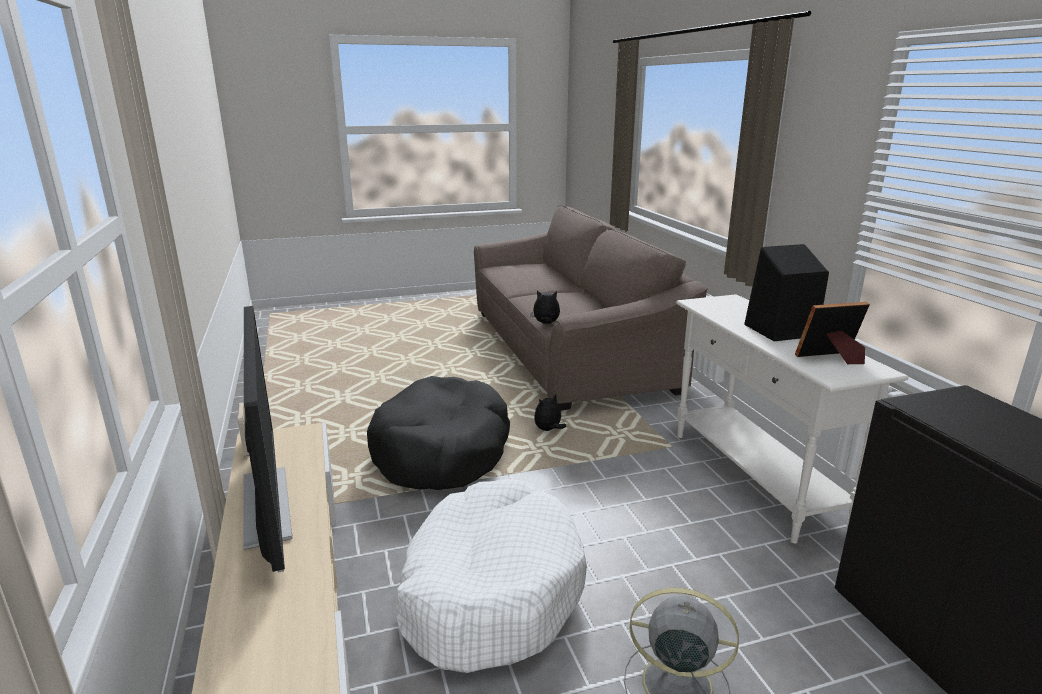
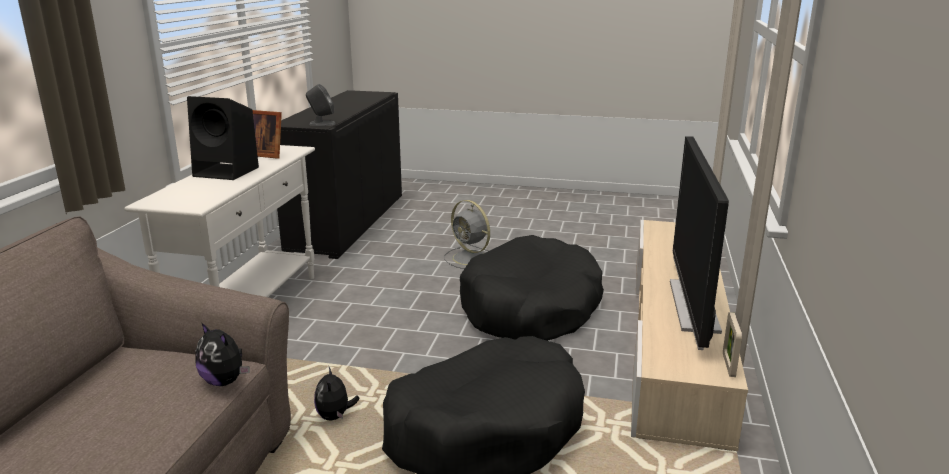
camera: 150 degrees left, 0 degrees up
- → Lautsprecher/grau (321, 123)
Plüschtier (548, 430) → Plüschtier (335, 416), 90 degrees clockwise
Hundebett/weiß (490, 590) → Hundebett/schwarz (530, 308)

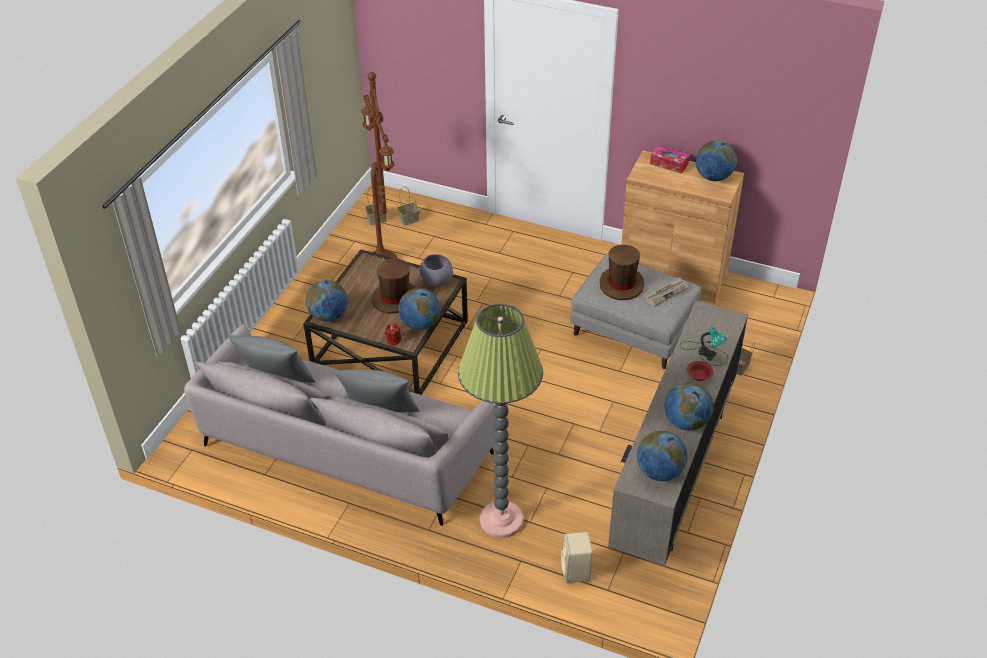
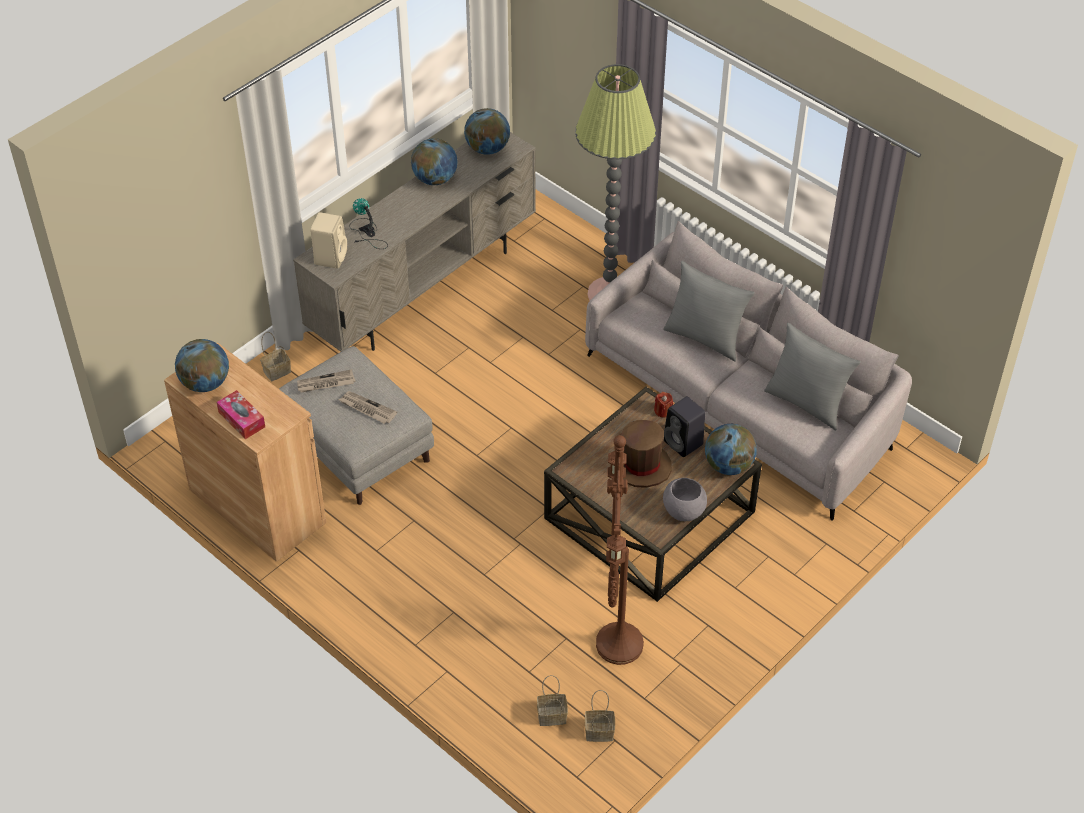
camera: 160 degrees left, 5 degrees up
Lautsprecher/beige (576, 571) → Lautsprecher/beige (330, 256), move
Hut/braun (621, 284) → Zeitung (367, 409)
Schüssel/grau (436, 281) → Schüssel/grau (683, 511), move
- → Lautsprecher/schwarz (684, 443)
Globus (420, 324) → -
Schüssel/rot (698, 375) → -

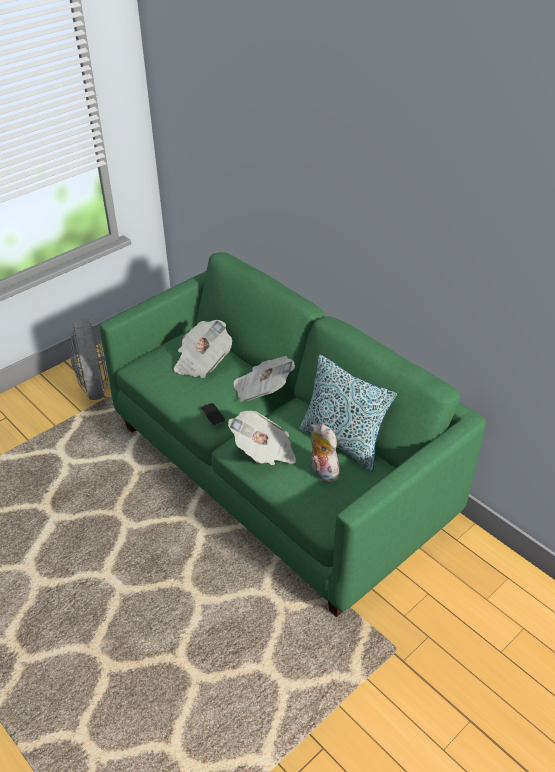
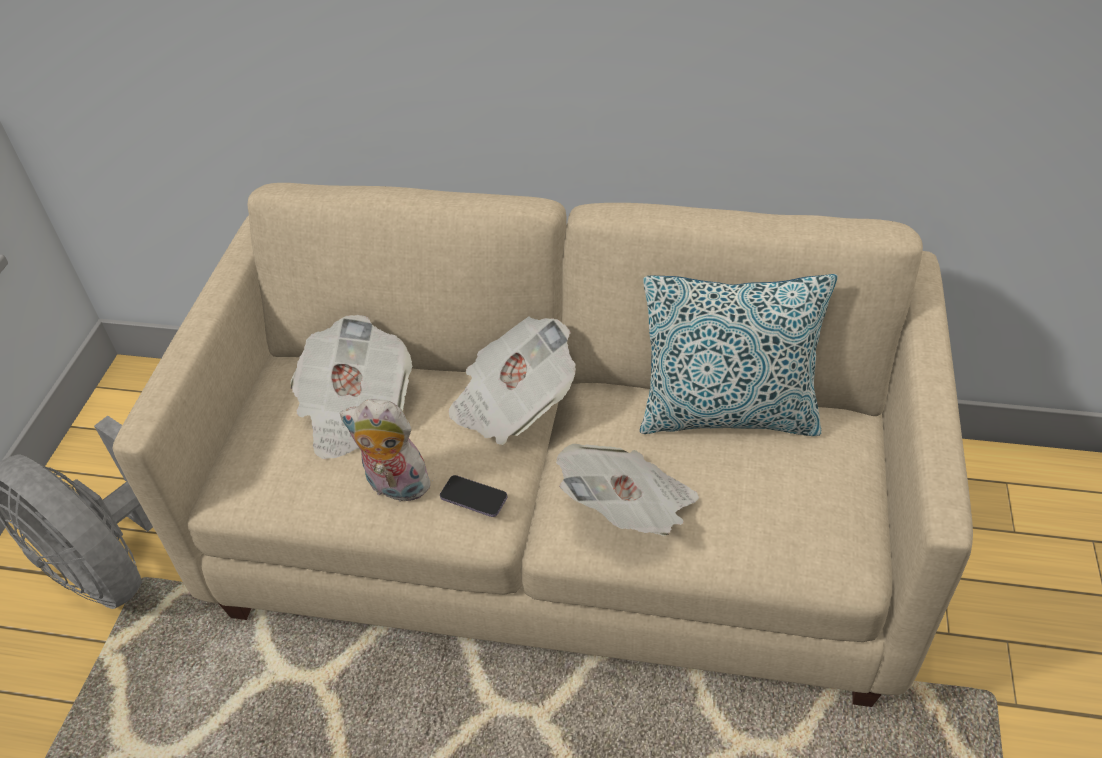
camera: 35 degrees left, 5 degrees up
Sofa/grün (279, 472) → Sofa/beige (563, 528)
Plüschtier (322, 472) → Plüschtier (394, 487), move

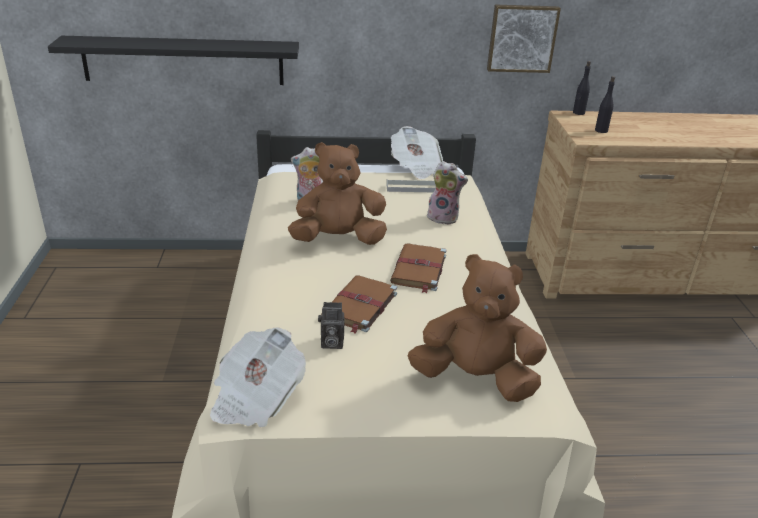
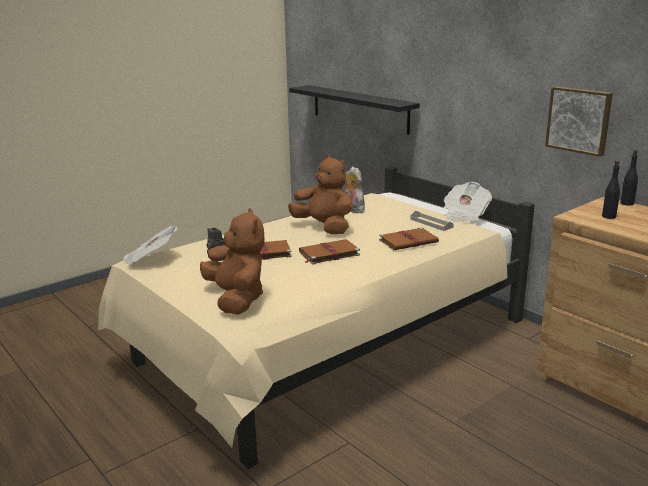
camera: 55 degrees right, 10 degrees down
Plüschtier (444, 218) → Buch/braun (409, 241)

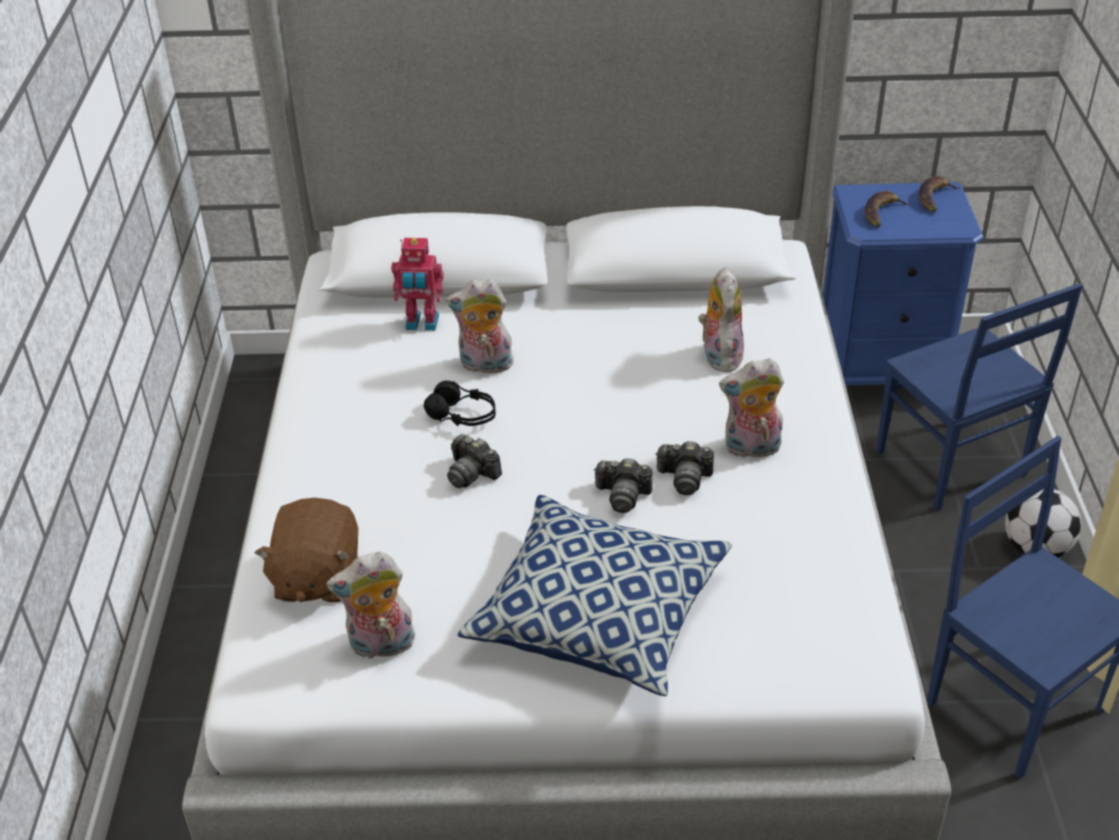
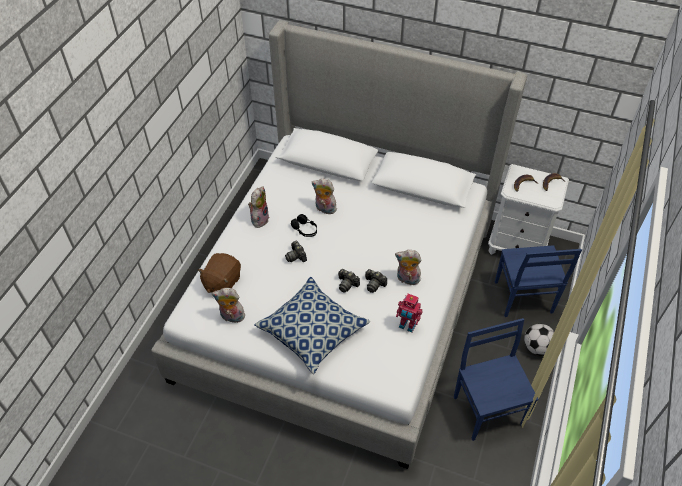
camera: 20 degrees right, 10 degrees up
Plüschtier (719, 355) → Plüschtier (259, 219), move
Spielzeugroboter (422, 323) → Spielzeugroboter (407, 326), move
Nachttisch/blau (881, 374) → Nachttisch/weiß (517, 246)

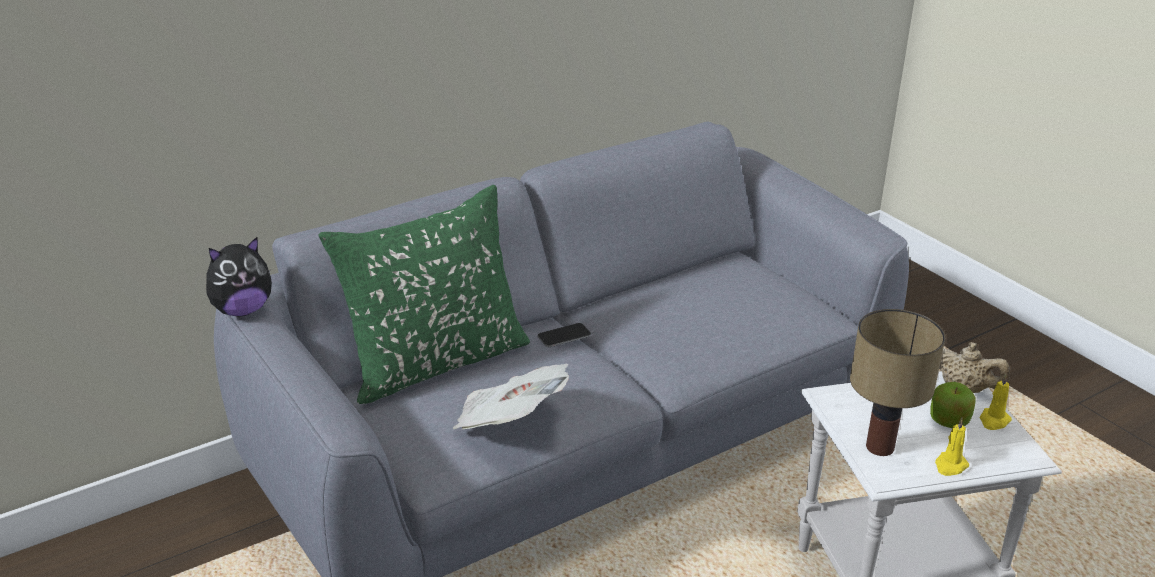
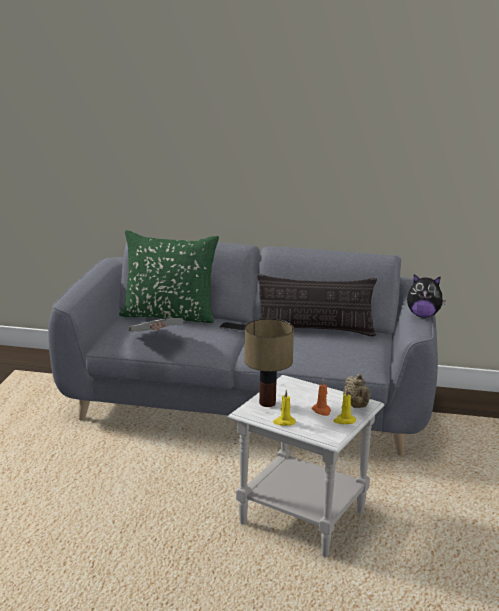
camera: 45 degrees right, 10 degrees down
- → Kissen (314, 331)
Apfel (949, 420) → Kerze/orange (322, 411)
Plüschtier (242, 310) → Plüschtier (423, 315), move

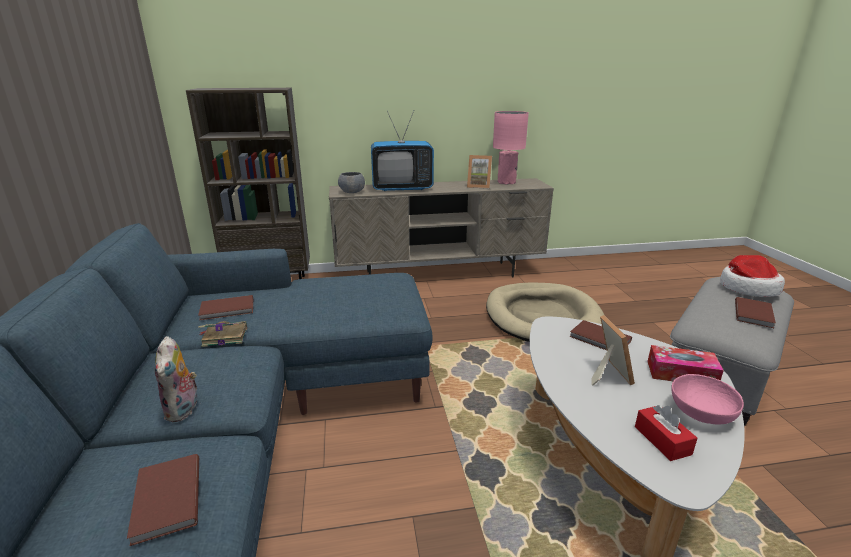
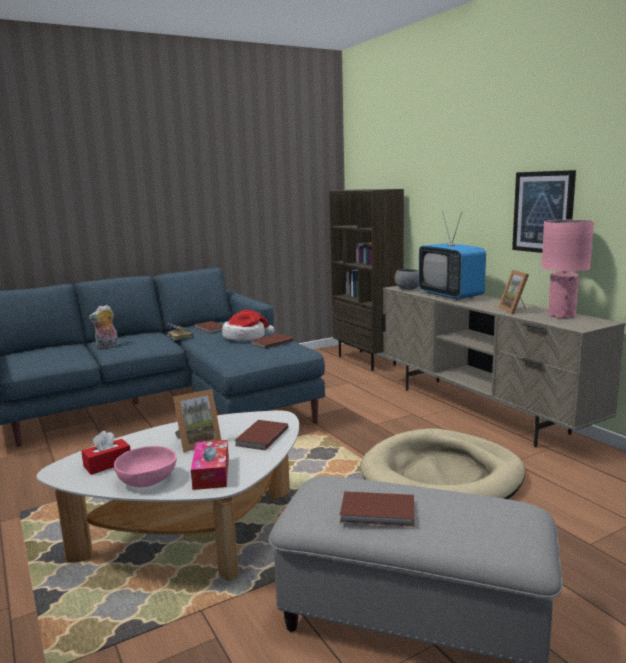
camera: 70 degrees right, 10 degrees down
Hut (747, 288) → Hut (245, 337), move
Buch/braun (165, 500) → Buch/braun (271, 342), move
- → Bild (543, 212)

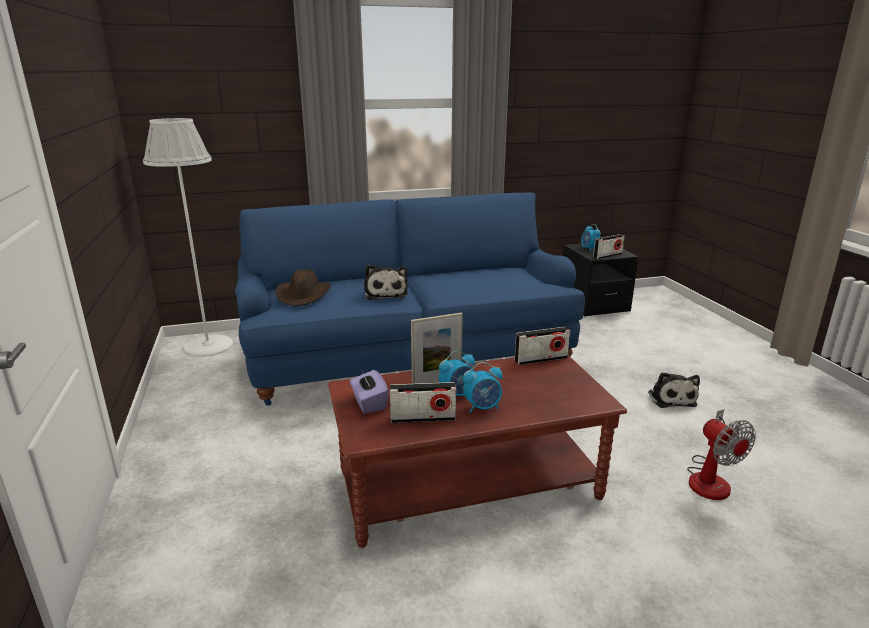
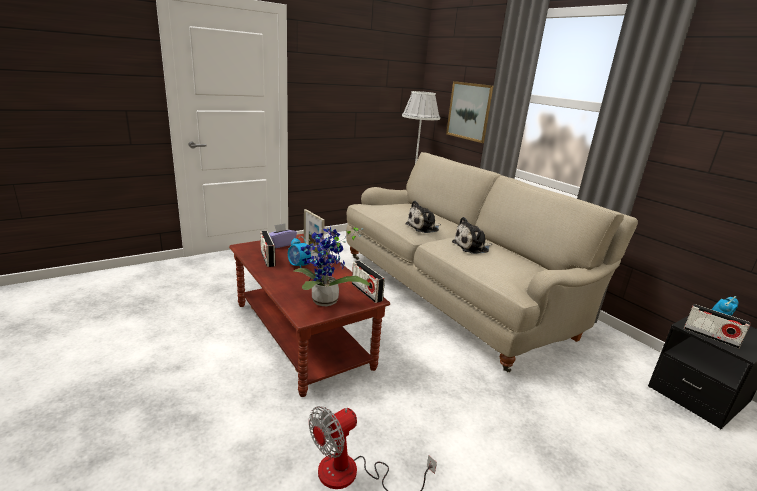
camera: 70 degrees right, 0 degrees up
- → Topfpflanze (324, 303)
Sofa/blau (407, 354) → Sofa/beige (456, 292)
- → Bild (470, 111)
Plüschtier (671, 398) → Plüschtier (472, 247), move
Hut/braun (304, 295) → -
Wecker (482, 408) → -

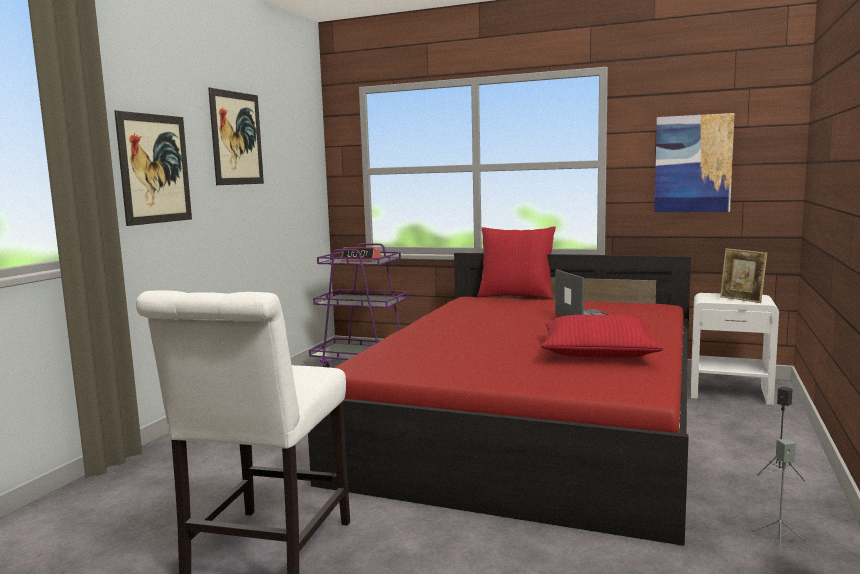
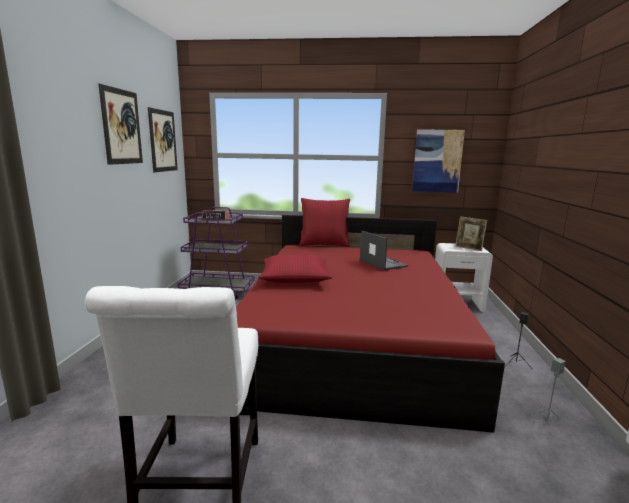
camera: 15 degrees left, 5 degrees up
Bild (155, 169) → Bild (163, 141), move
Kissen/rot (598, 352) → Kissen/rot (295, 278), move

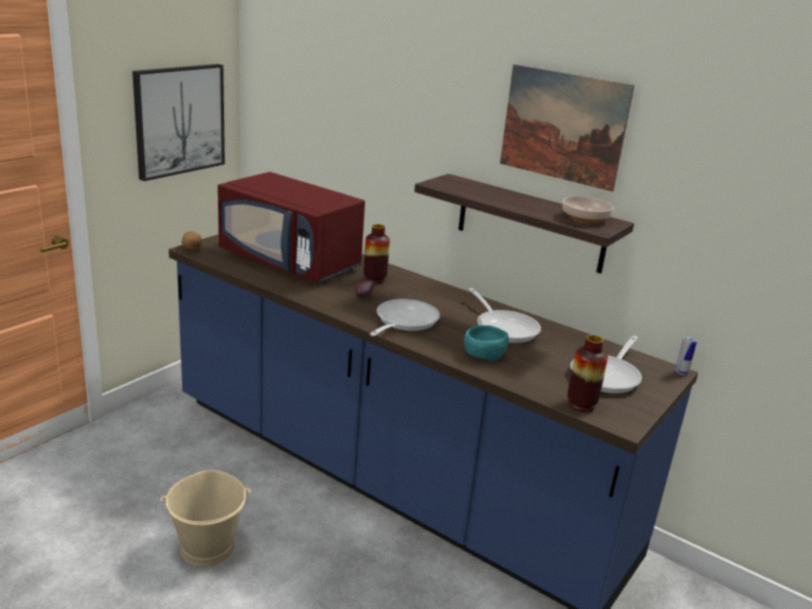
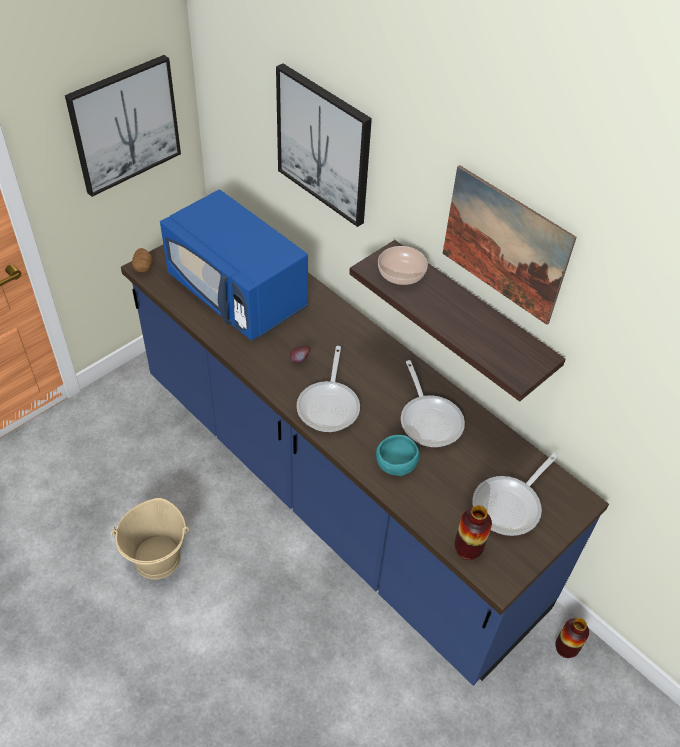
camera: 10 degrees right, 25 degrees up
Mikrowelle/rot (291, 262) → Mikrowelle/blau (238, 294)
- → Bild (324, 145)
Pfanne (403, 322) → Pfanne (329, 405), 150 degrees clockwise
Schüssel (585, 218) → Schüssel (401, 273), move
Vase (374, 279) → Vase (565, 648), move
Dose (681, 372) → -

